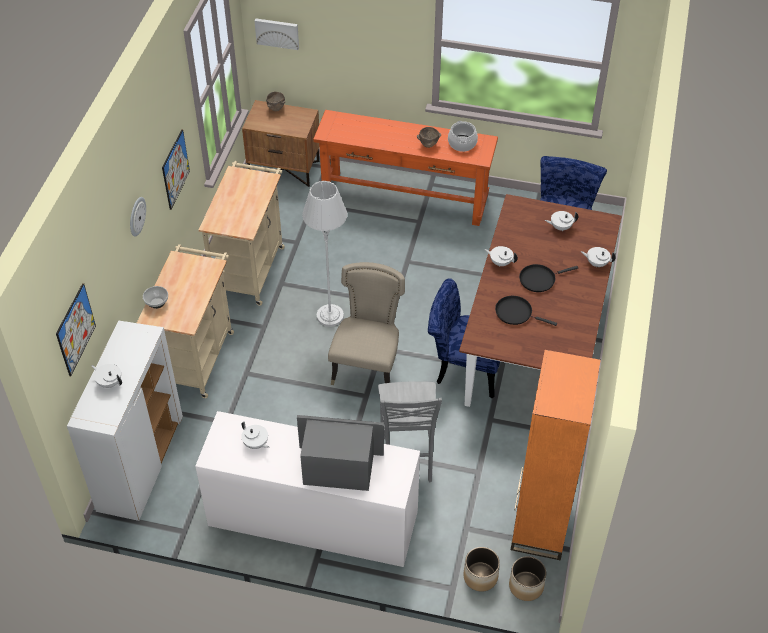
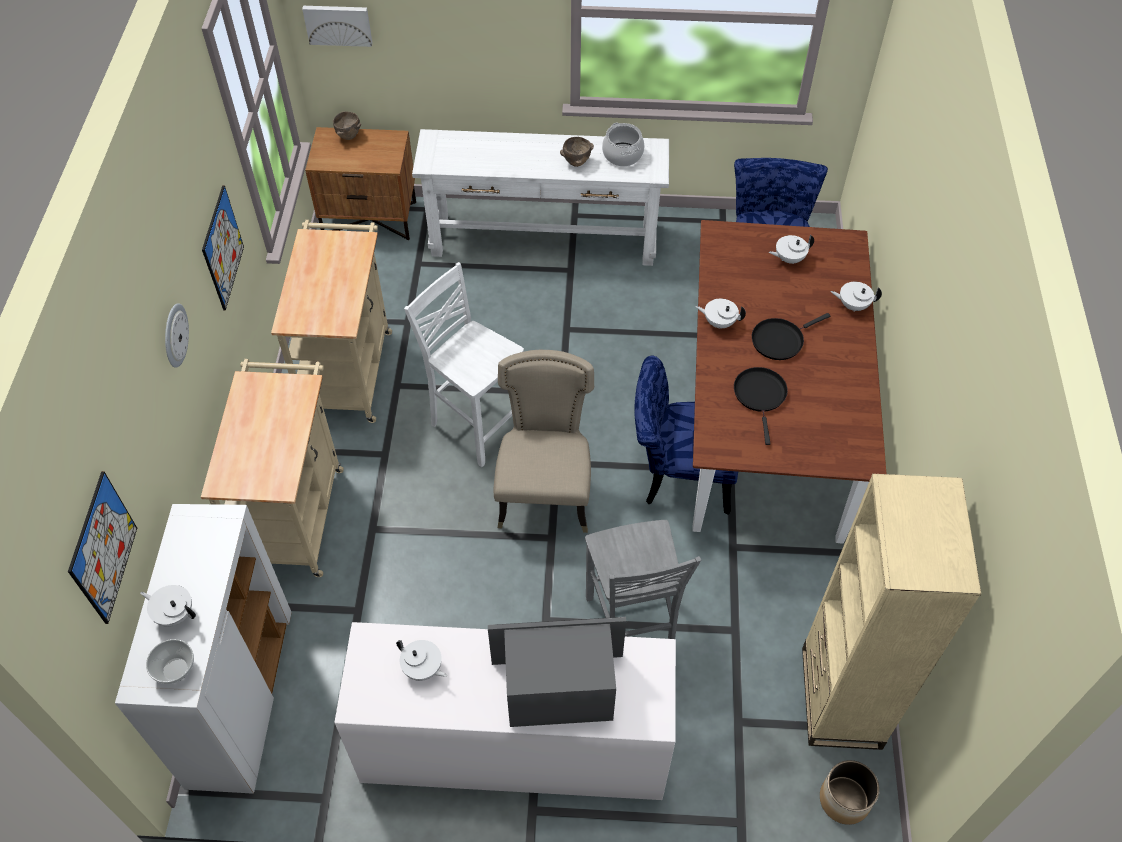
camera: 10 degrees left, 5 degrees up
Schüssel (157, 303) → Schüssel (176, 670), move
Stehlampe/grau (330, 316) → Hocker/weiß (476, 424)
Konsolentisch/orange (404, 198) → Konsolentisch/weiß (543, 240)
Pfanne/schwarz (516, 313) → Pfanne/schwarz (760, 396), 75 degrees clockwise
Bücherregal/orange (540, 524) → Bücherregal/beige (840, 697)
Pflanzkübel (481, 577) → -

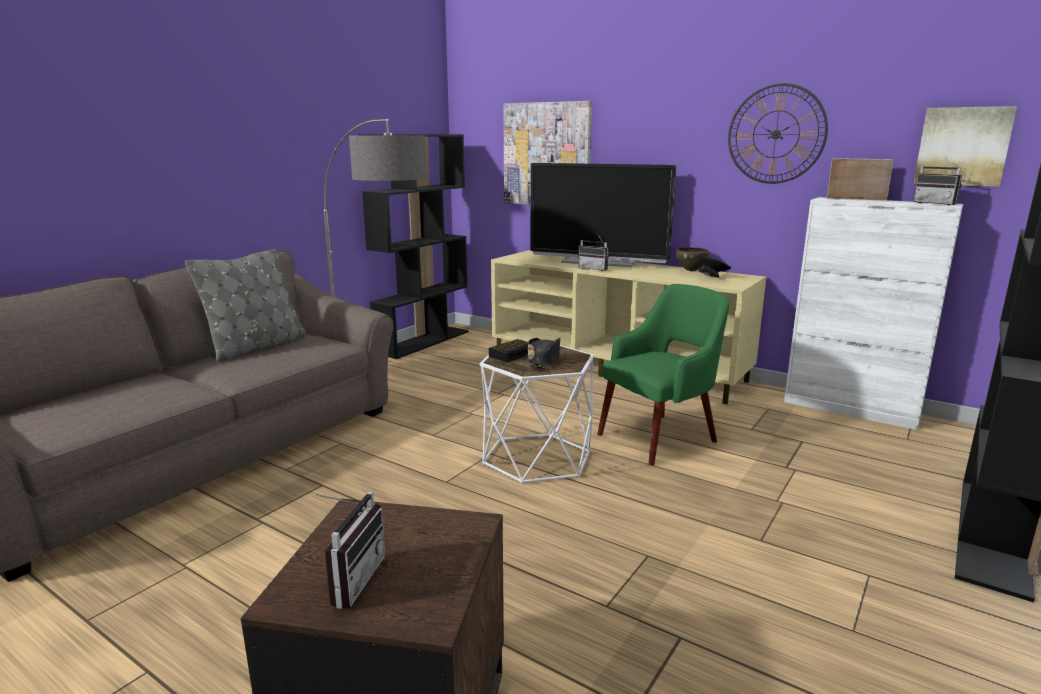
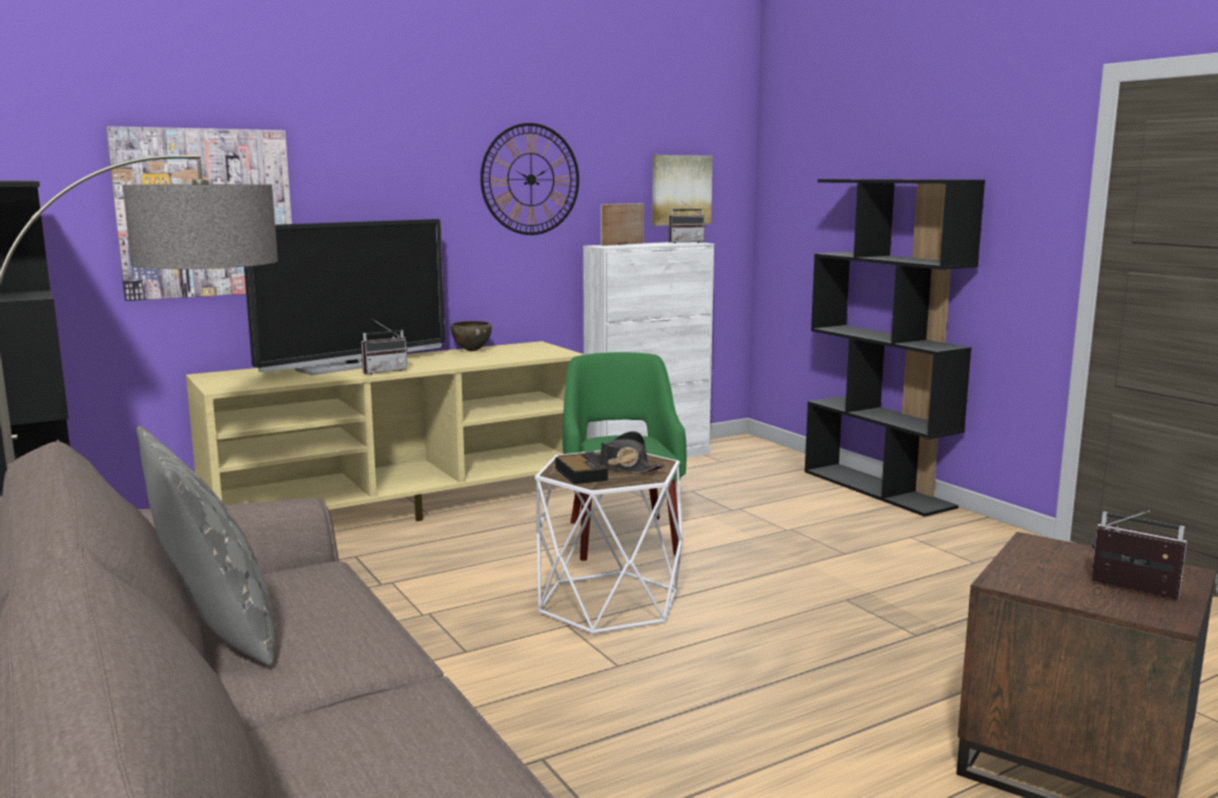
camera: 65 degrees left, 5 degrees down
Schüssel/schwarz (713, 278) → -

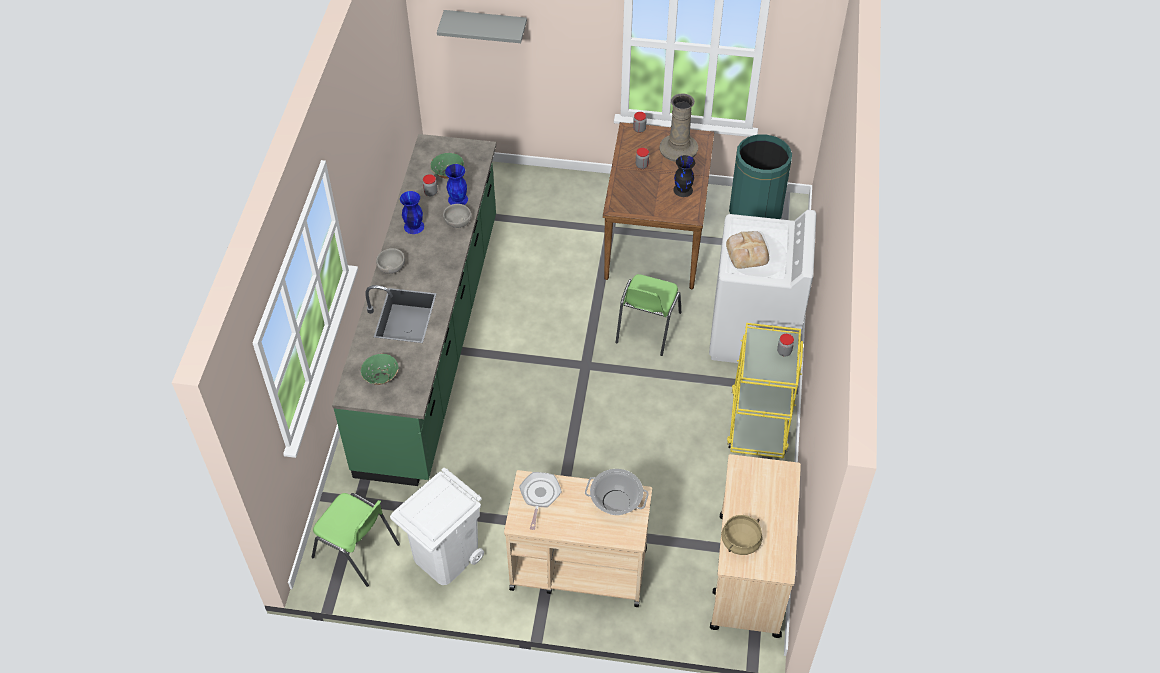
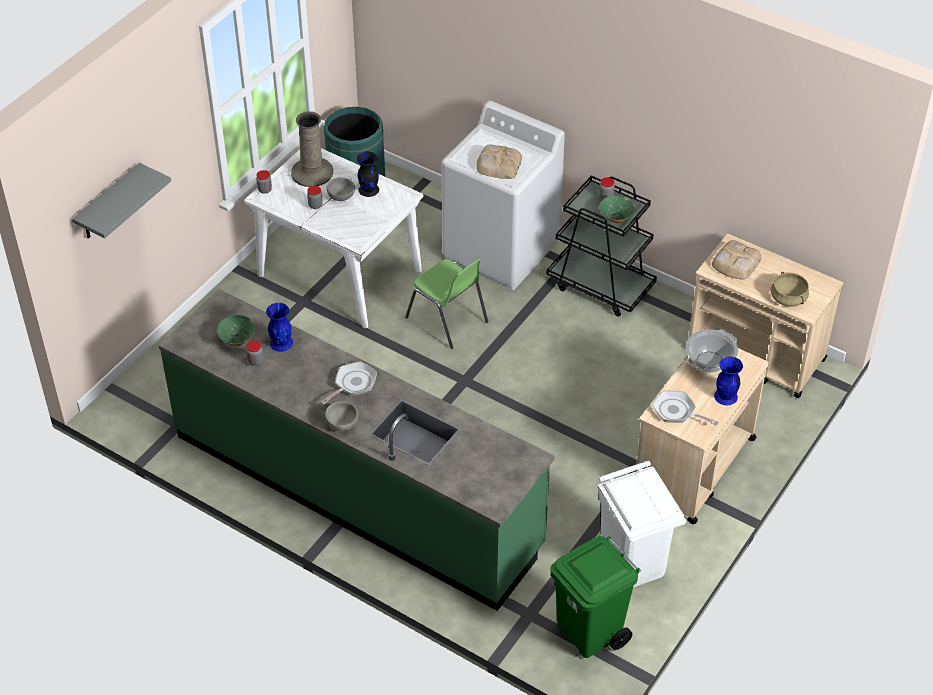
camera: 65 degrees left, 5 degrees down
Esstisch/braun (655, 237) → Esstisch/weiß (338, 272)
- → Pfanne (353, 384)
Schüssel/grau (457, 222) → Schüssel/grau (340, 196), move
Rollwagen/gelb (758, 421) → Rollwagen/schwarz (600, 286)
Stuhl/grün (357, 551) → Mülleimer/grün (590, 633)
Schüssel/grün (381, 377) → Schüssel/grün (616, 218), move
- → Brot (735, 263)
Vase/blau (413, 226) → Vase/blau (725, 396), move

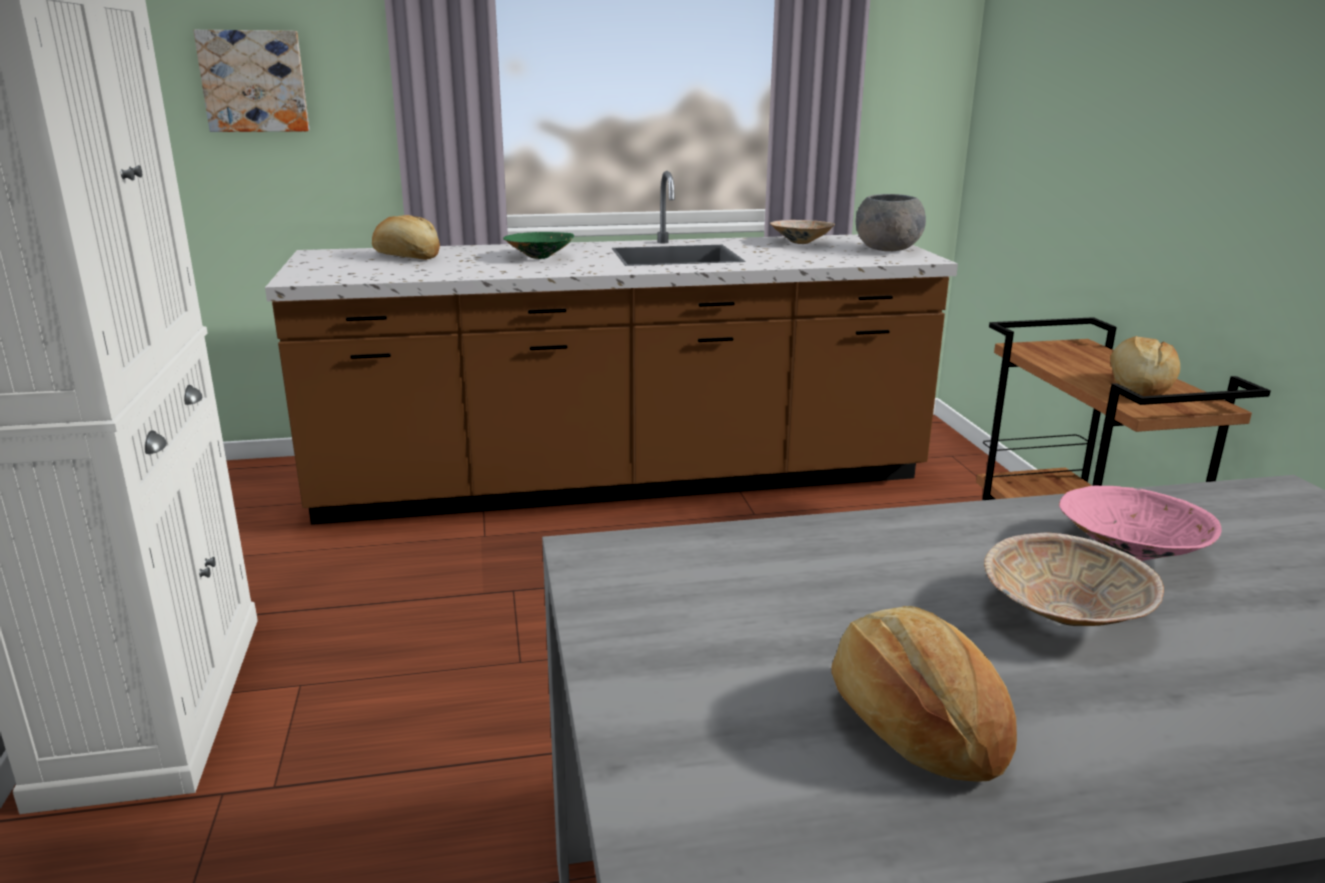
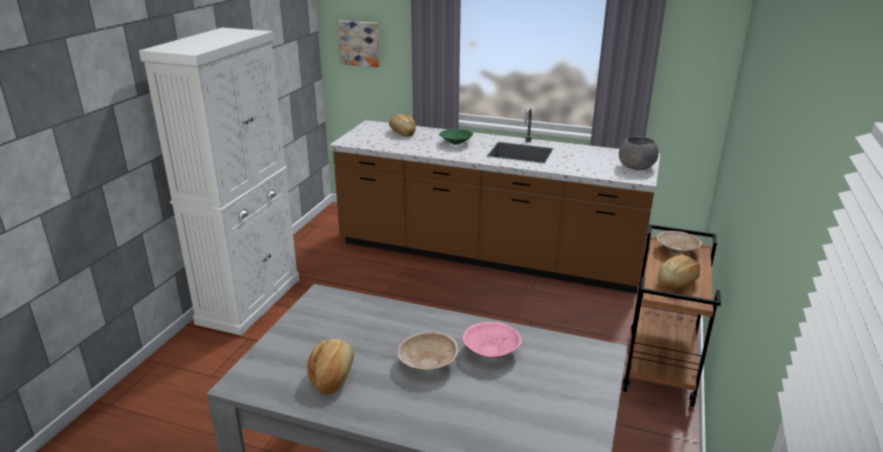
camera: 30 degrees right, 5 degrees up
Schüssel/beige (801, 242) → Schüssel/beige (677, 250), move

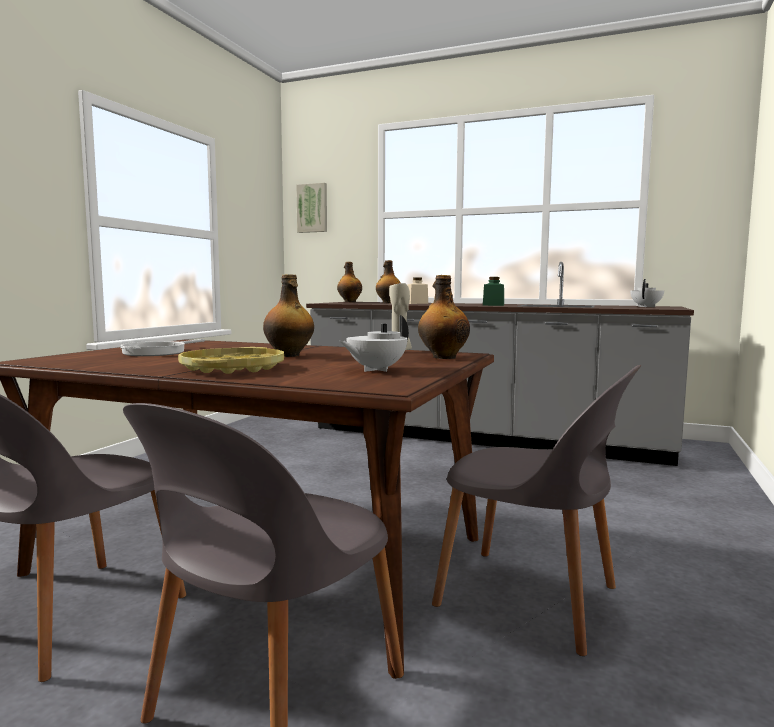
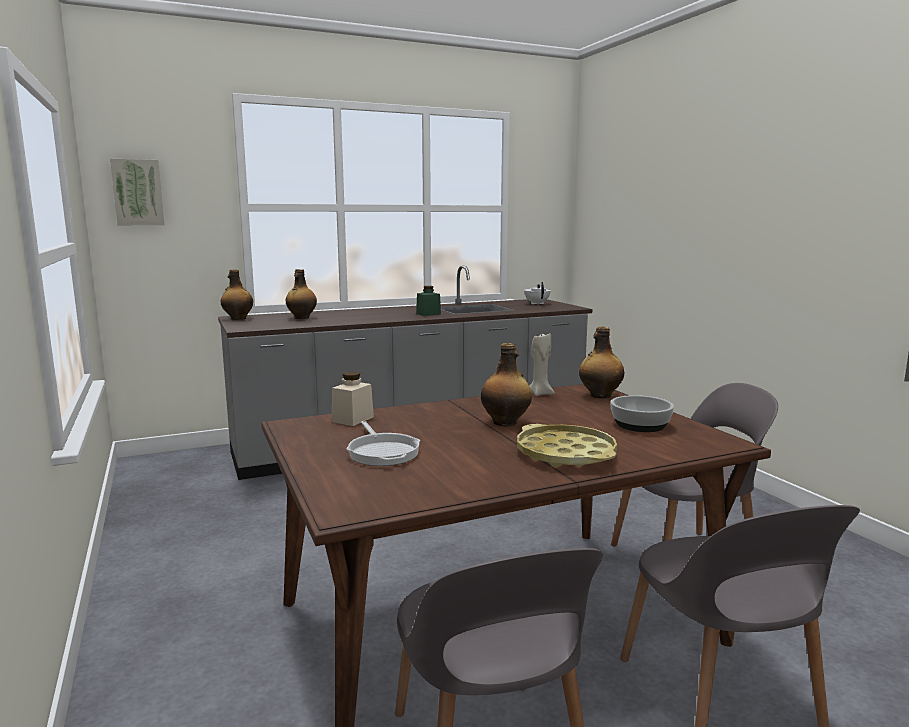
camera: 45 degrees left, 5 degrees up
Vorratsglas/beige (417, 303) → Vorratsglas/beige (353, 419), move
Teekanne/weiß (375, 370) → Schüssel (639, 425)

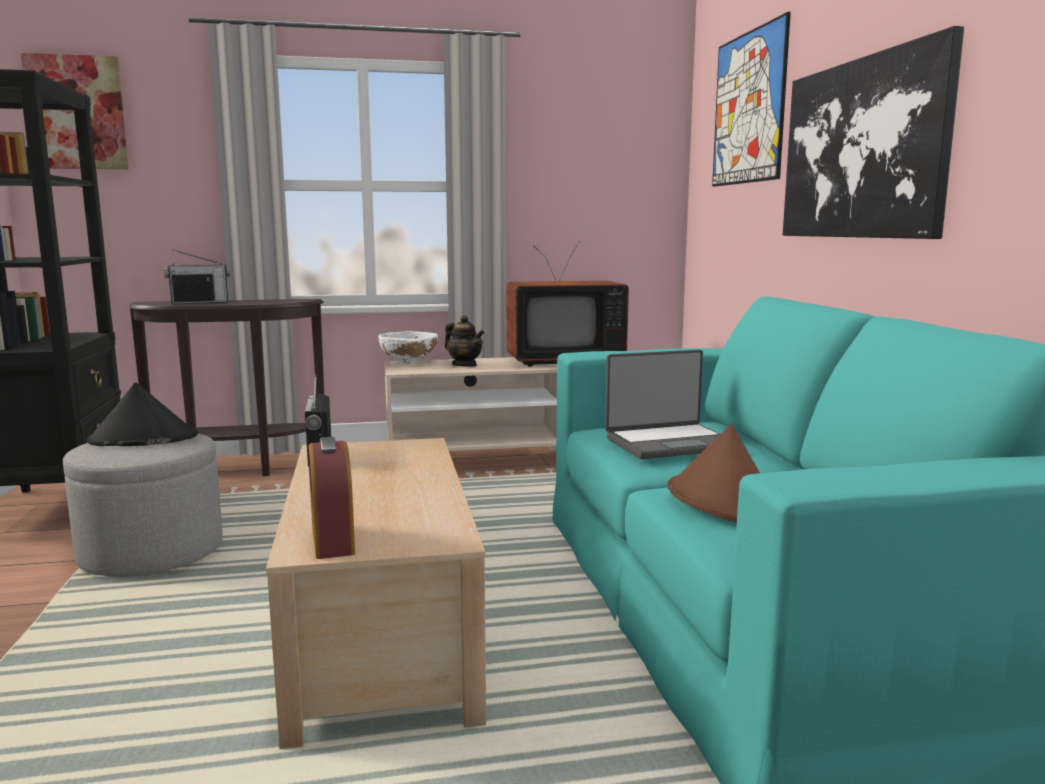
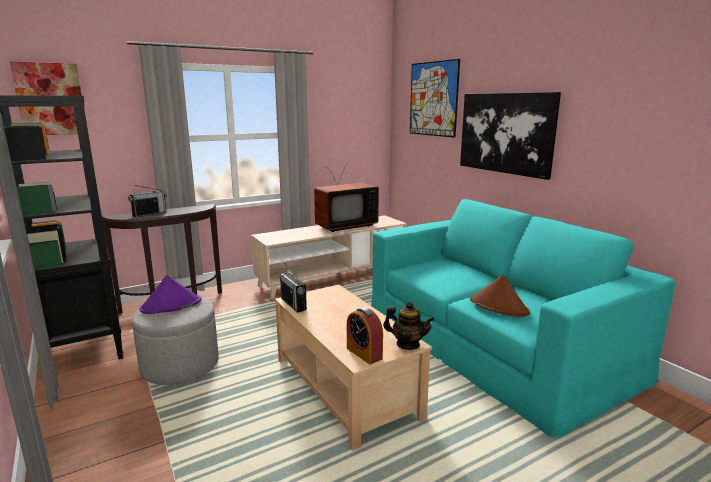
camera: 20 degrees left, 5 degrees up
Hut/schwarz (143, 439) → Hut/lila (171, 305)
Teekanne (464, 365) → Teekanne (407, 344), move
Schüssel/weiß (408, 363) → -
Laptop (669, 443) → -

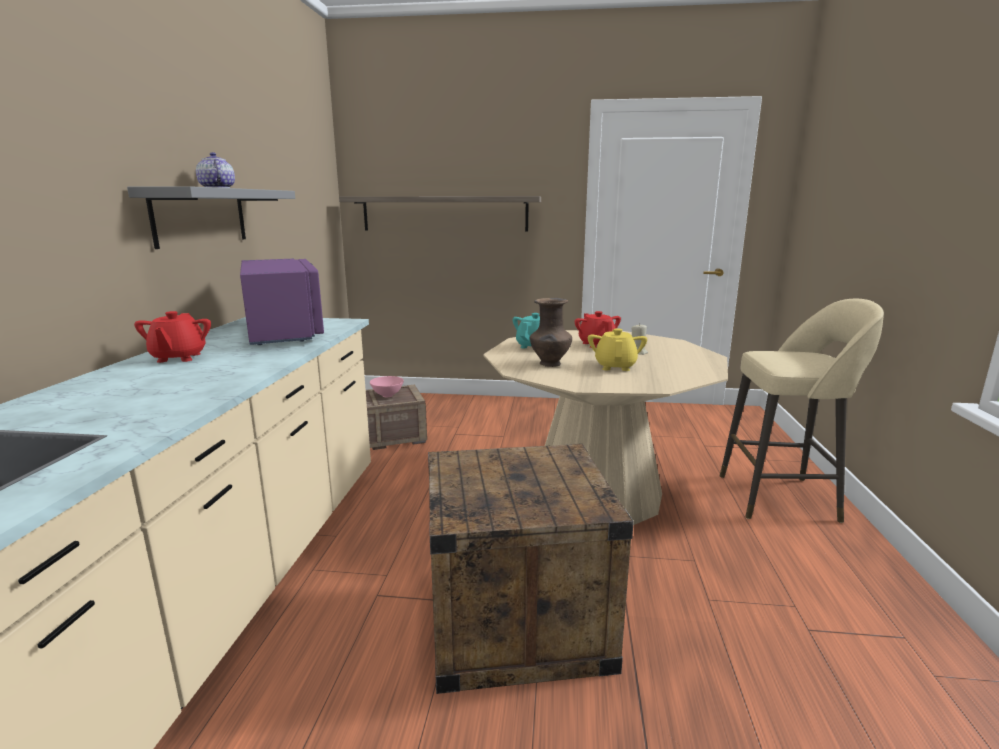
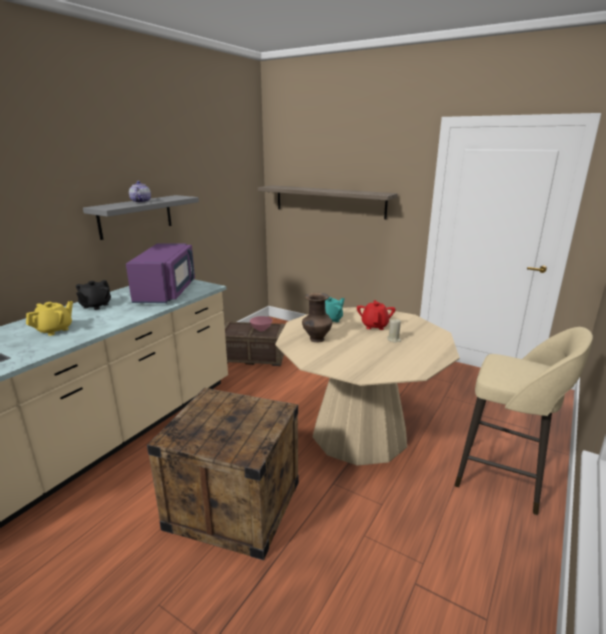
camera: 25 degrees right, 5 degrees up
Teekanne/gelb (615, 366) → Teekanne/gelb (54, 330), move
Teekanne/rot (178, 357) → Teekanne/schwarz (95, 306)

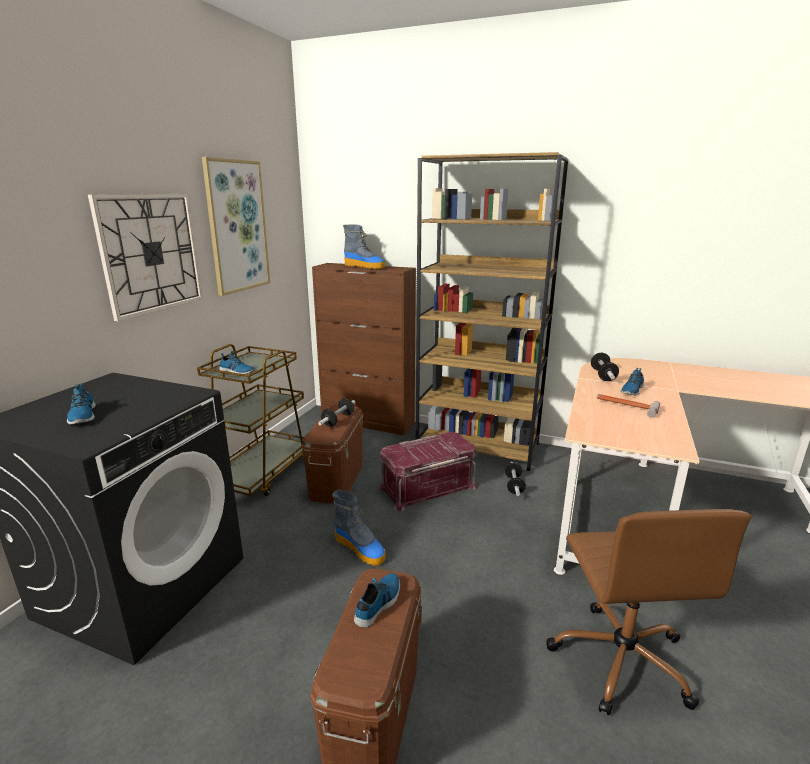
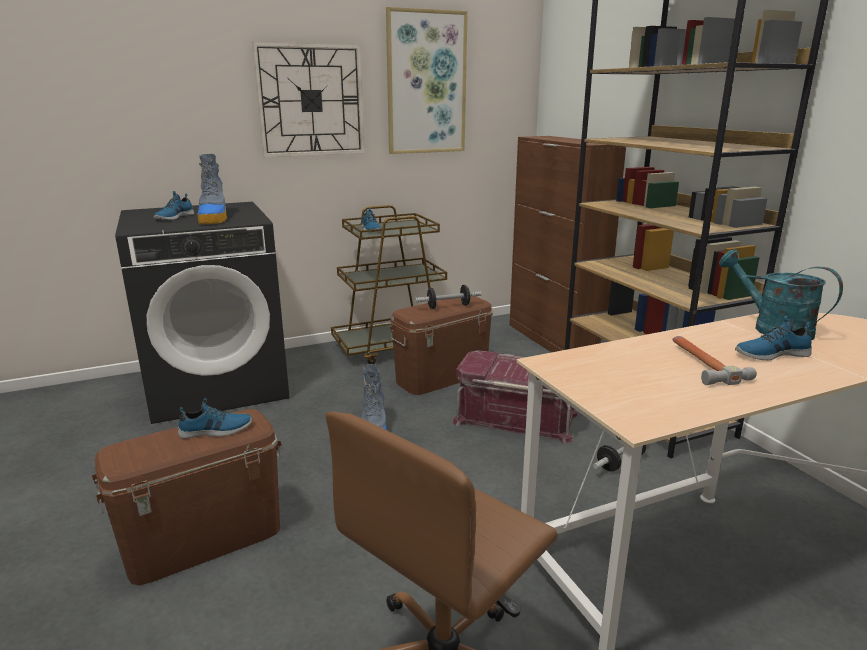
camera: 45 degrees right, 0 degrees up
Stiefel (365, 267) → Stiefel (214, 218), move
Hantel (603, 375) → Gießkanne/türkis (772, 328)

